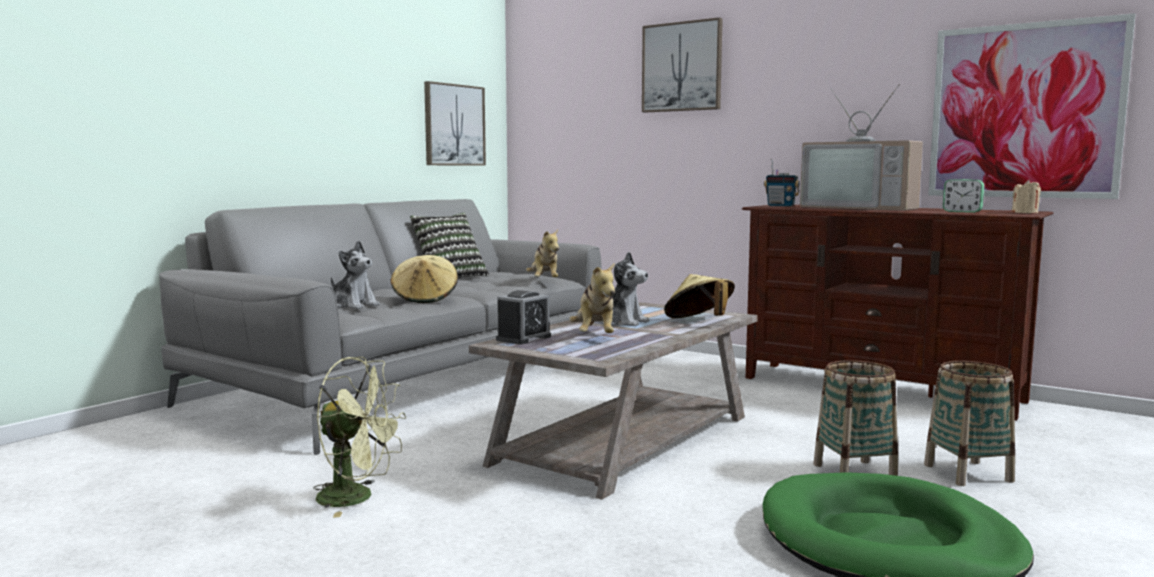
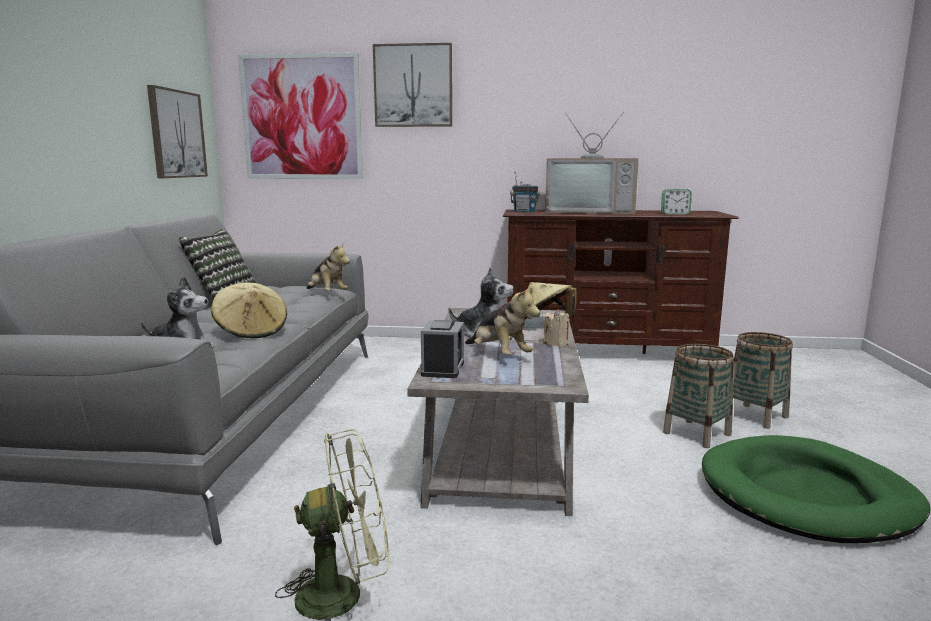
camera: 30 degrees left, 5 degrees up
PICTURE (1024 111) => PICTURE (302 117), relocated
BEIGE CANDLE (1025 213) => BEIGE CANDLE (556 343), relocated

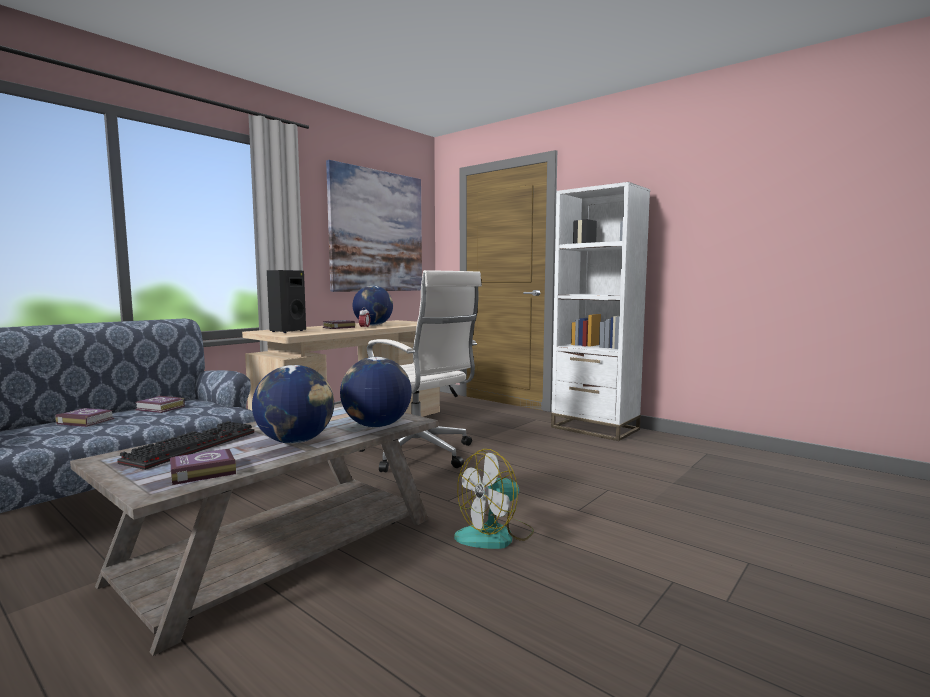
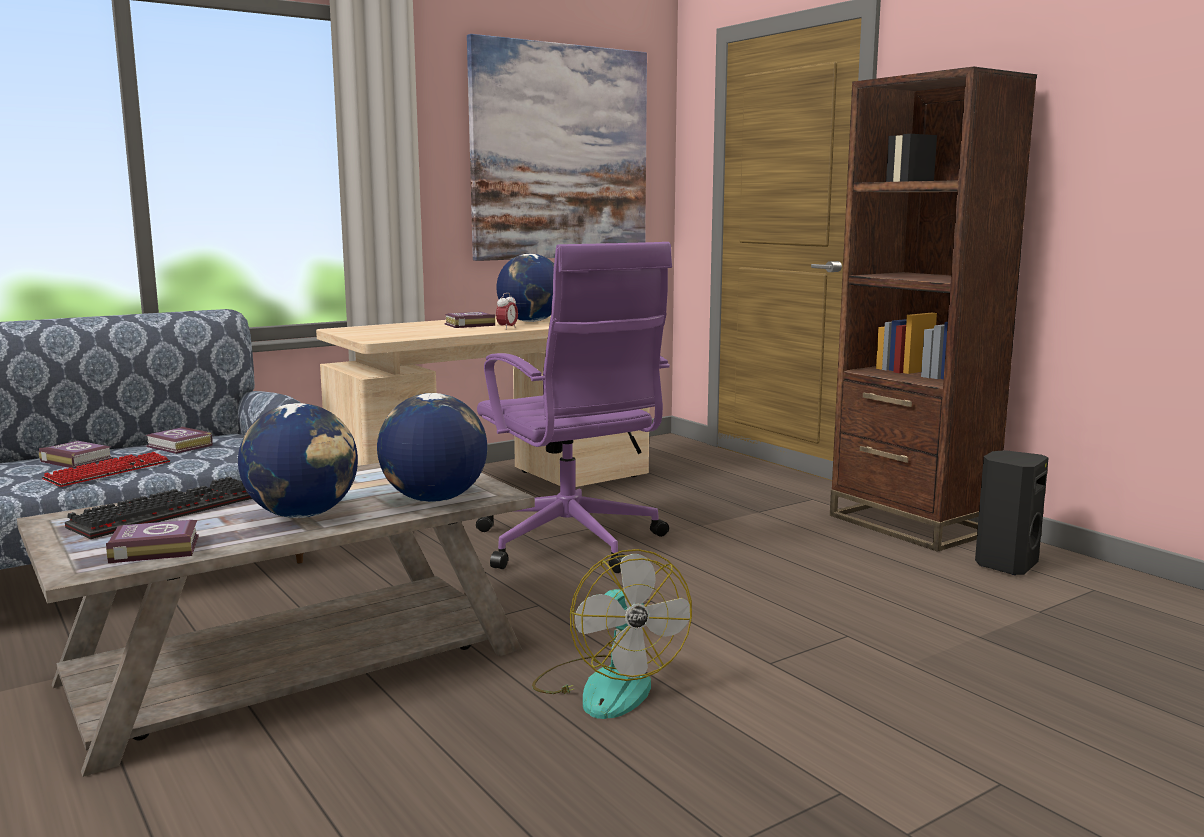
camera: 15 degrees right, 5 degrees up
nothing => KEYBOARD (108 472)
BLACK SPEAKER (286 331) => BLACK SPEAKER (1004 564), relocated
WHITE OFFICE CHAIR (419 454) => PURPLE OFFICE CHAIR (571 545)
WHITE BOOKCASE (595 428) => BROWN BOOKCASE (910 524)
FAN (495 535) => FAN (607 685), 90 degrees counterclockwise

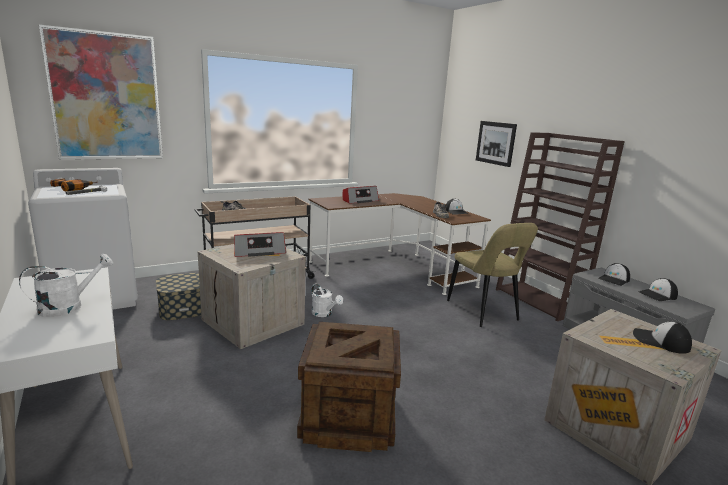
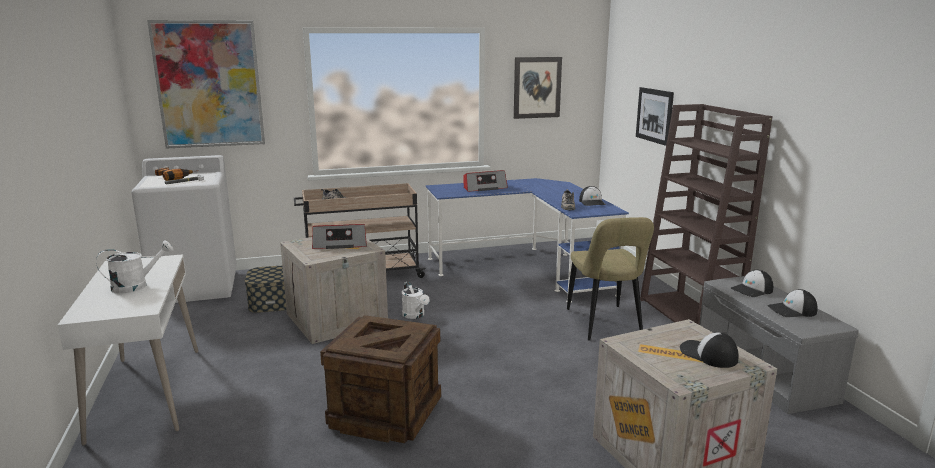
camera: 15 degrees right, 0 degrees up
nothing => PICTURE (537 87)
BROWN DESK (394 267) => BLUE DESK (526 268)

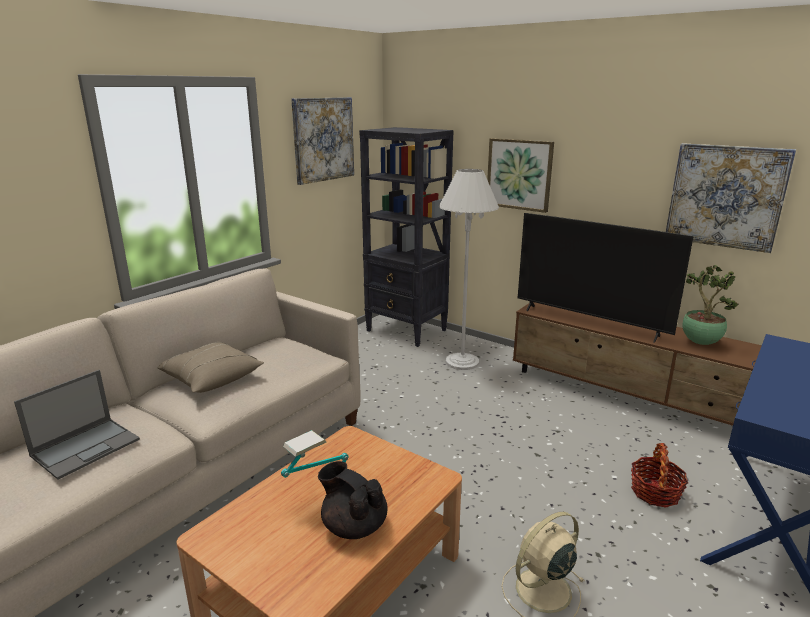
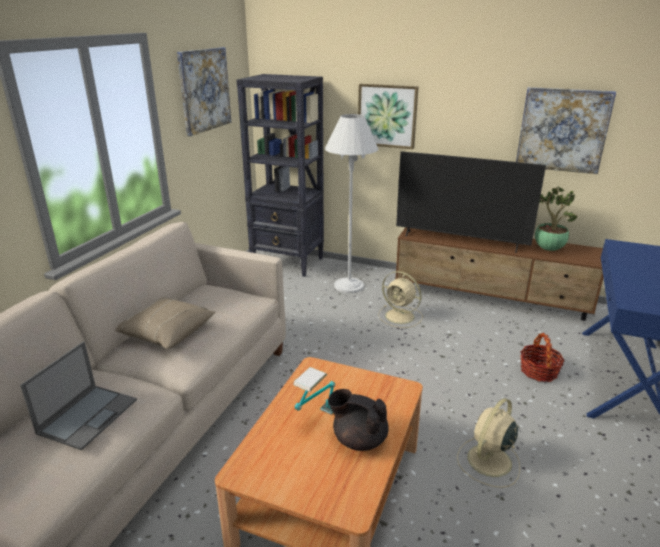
camera: 15 degrees left, 5 degrees up
nothing => BEIGE FAN (401 316)

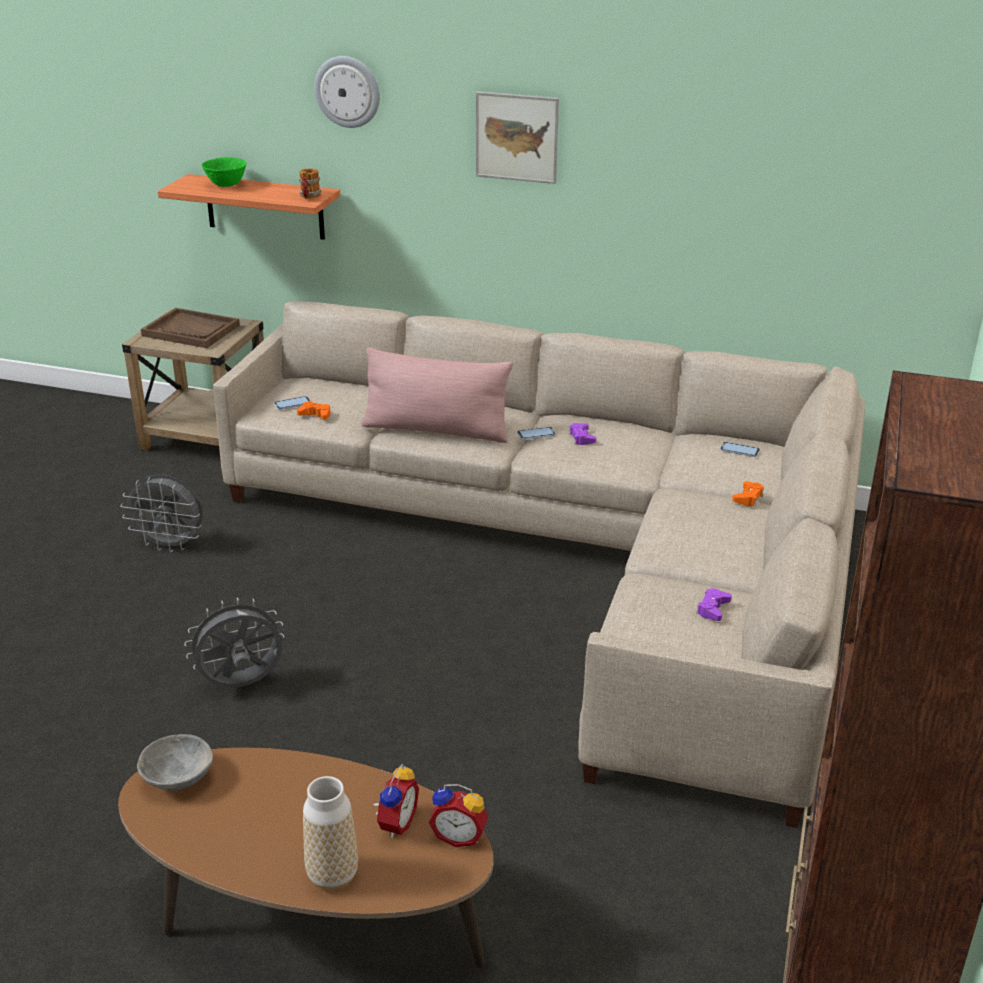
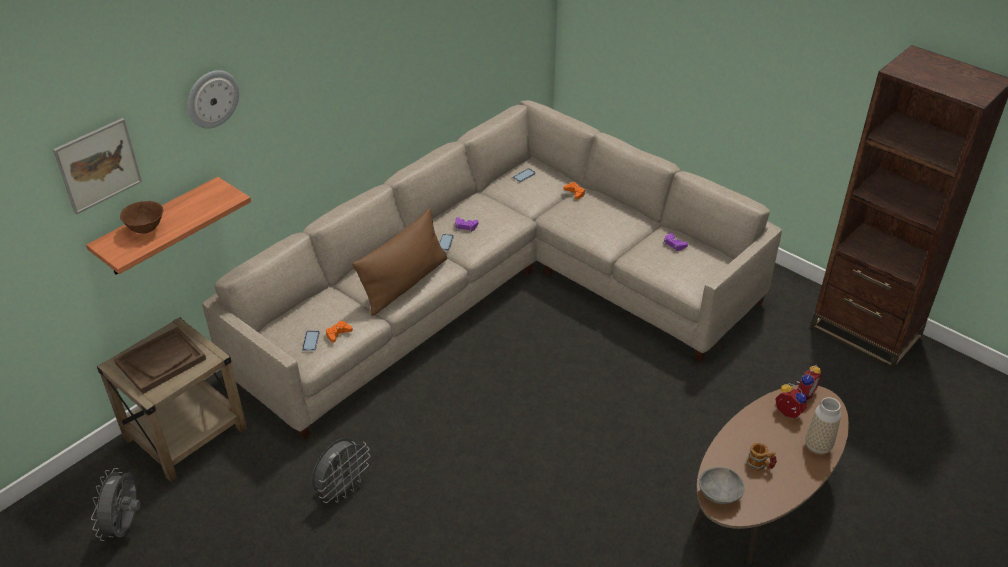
camera: 65 degrees left, 10 degrees up
GREY FAN (241 685) => GREY FAN (126 526), relocated
MUG (309 197) => MUG (760 465), relocated
PICTURE (516 137) => PICTURE (98 165), relocated
GREEN BOWL (226 185) => BROWN BOWL (146 229)
PINK PILLOW (436 430) => BROWN PILLOW (405 283)

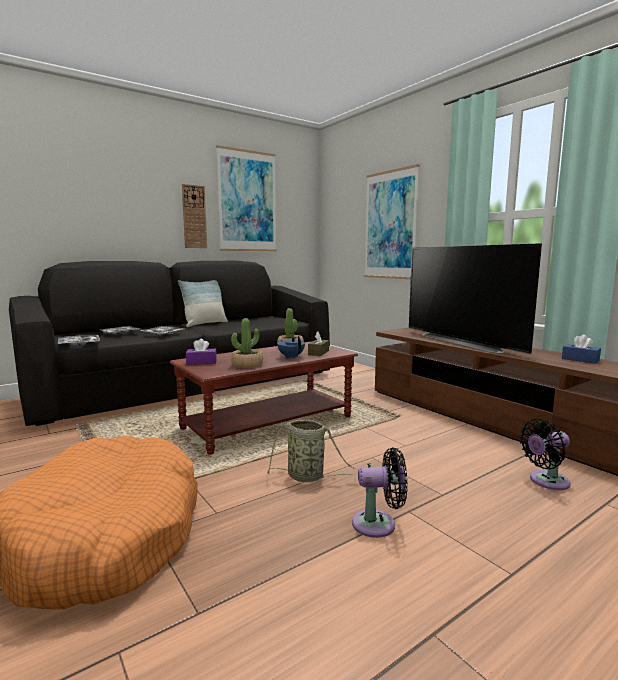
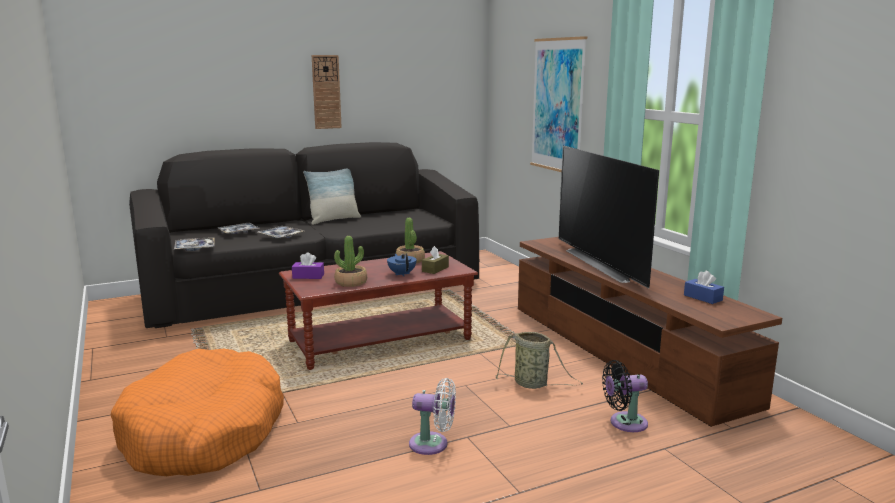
camera: 10 degrees right, 5 degrees up
PICTURE (247 201) => nothing
BASKET (308 477) => BASKET (533 384), relocated
BLACK FAN (378 524) => WHITE FAN (433 444)

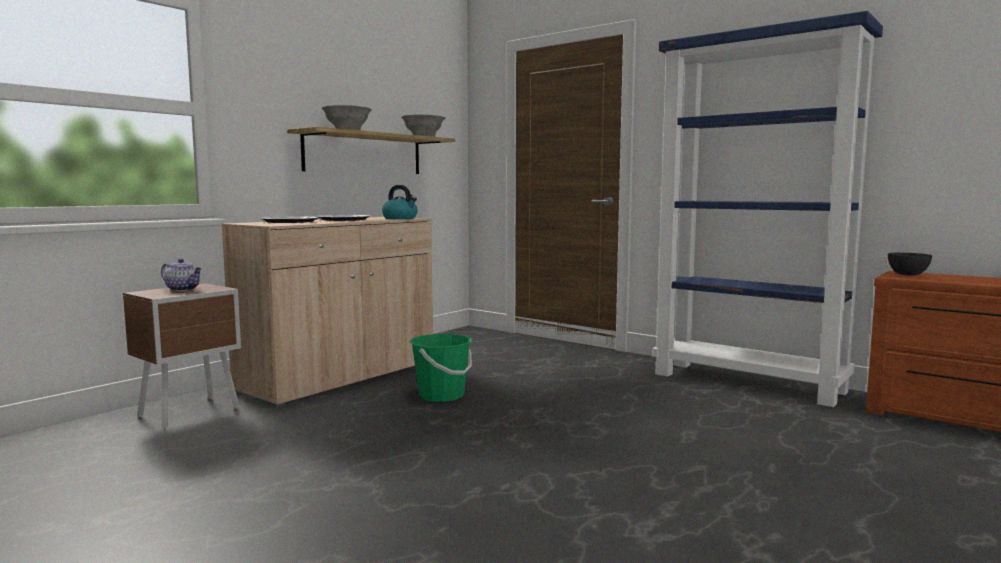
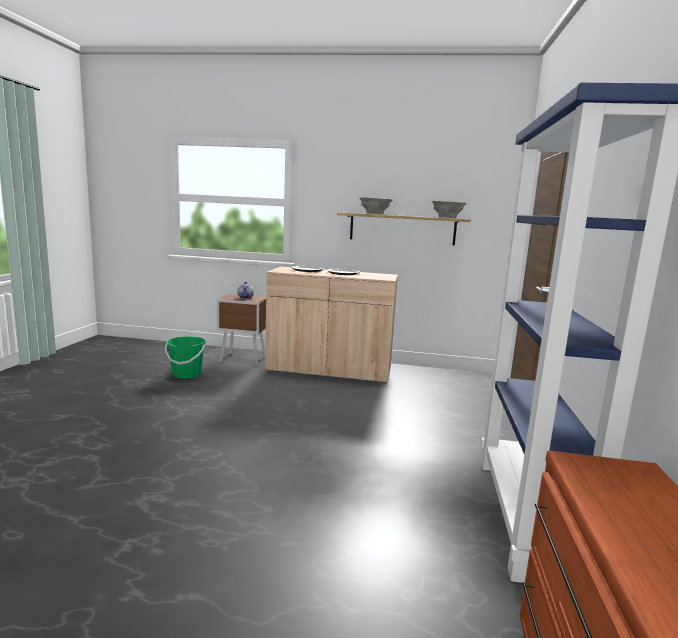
camera: 60 degrees right, 5 degrees up
KETTLE (400 218) => nothing
GREY BOWL (907 274) => nothing
GREEN BUCKET (441 396) => GREEN BUCKET (186 374), relocated

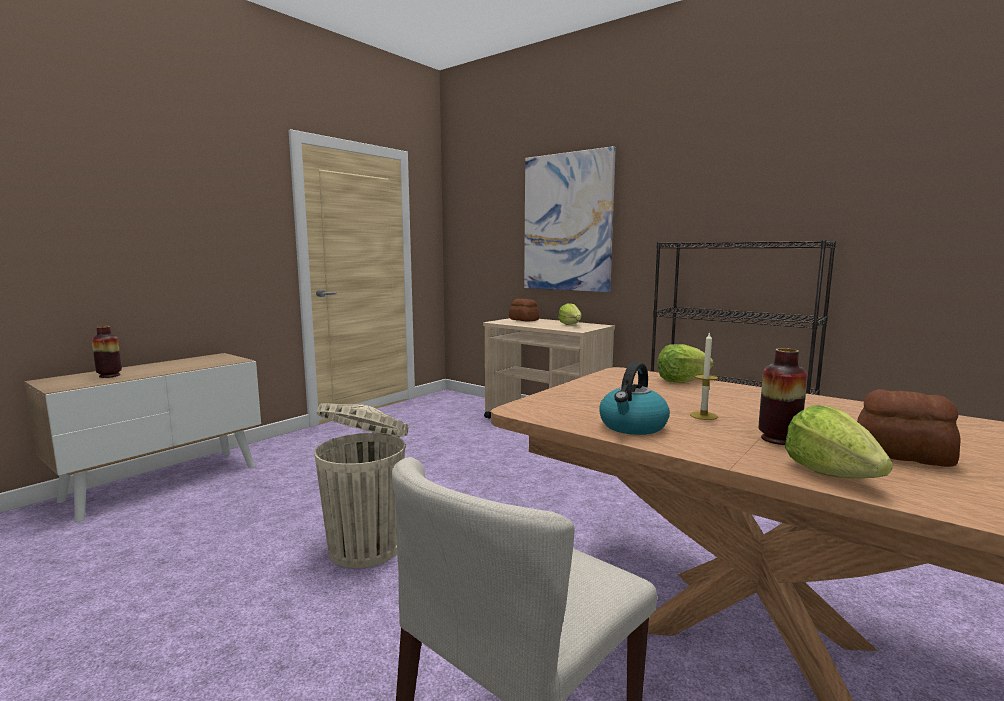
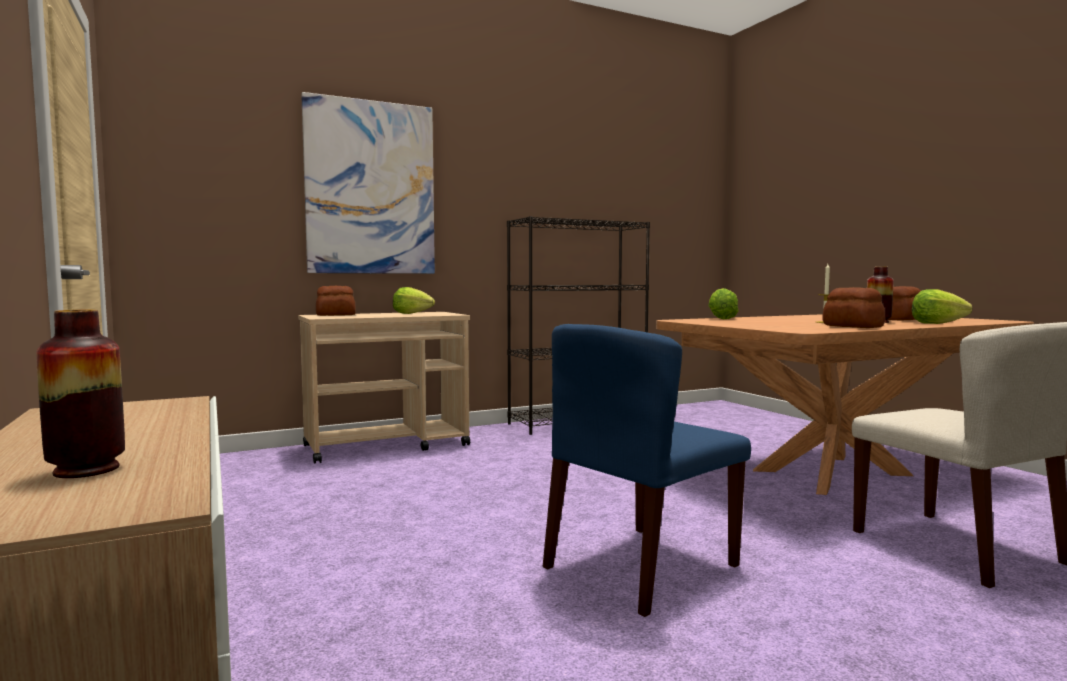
camera: 65 degrees left, 5 degrees down
BEIGE TRASH CAN (367 546) => BLUE CHAIR (641 567)
KETTLE (633 426) => BREAD (852 326)

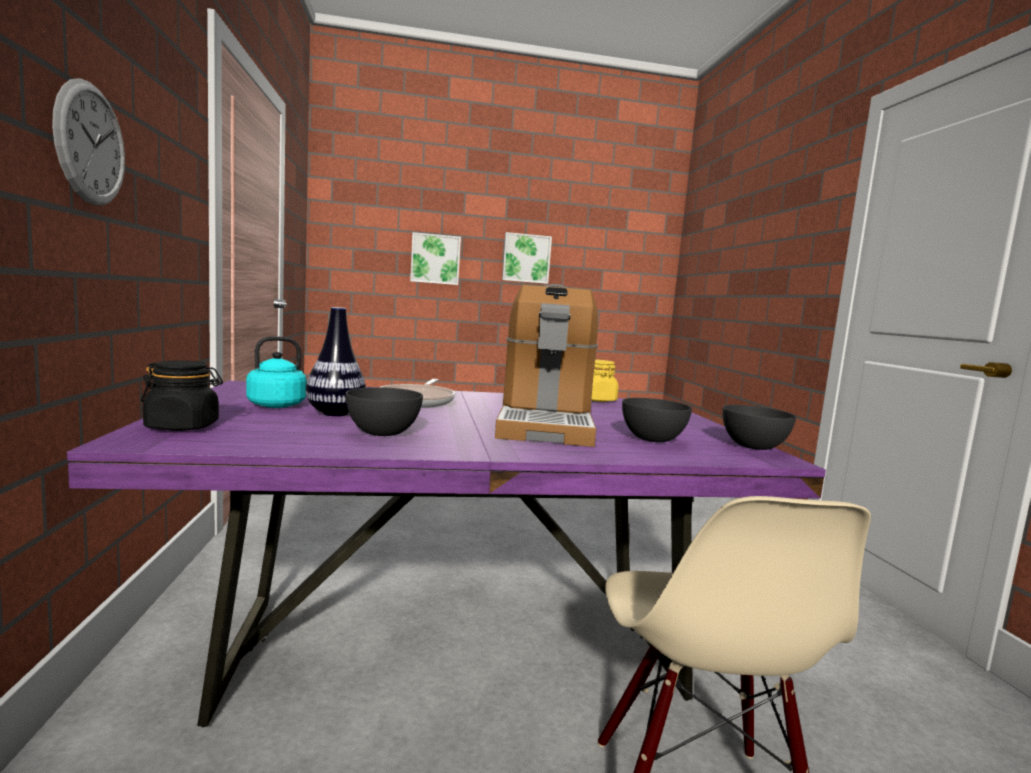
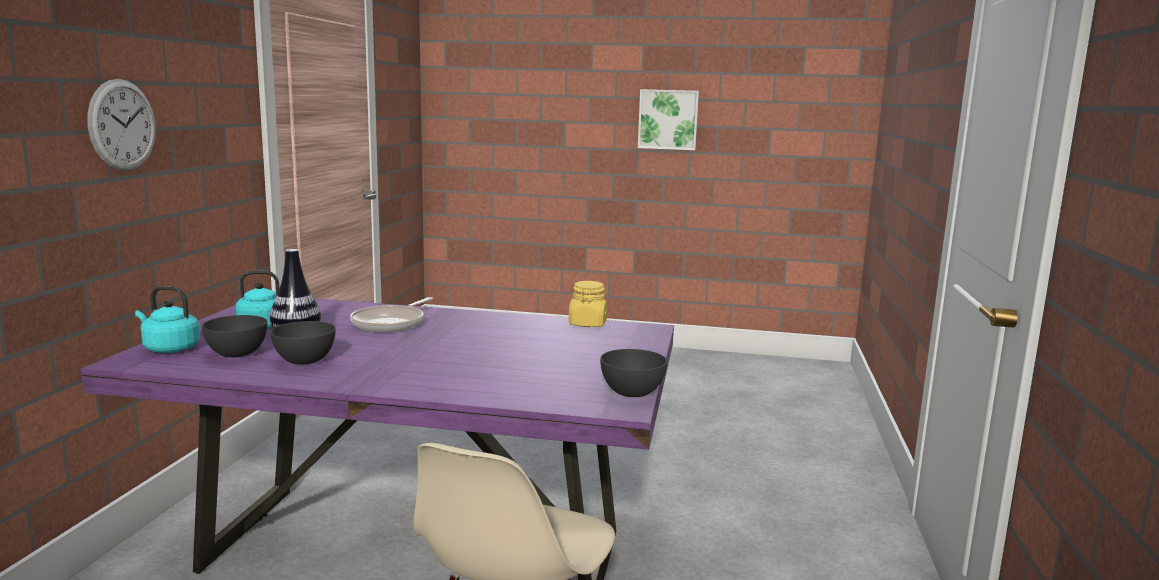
camera: 20 degrees right, 5 degrees up
PICTURE (435 259) => nothing
COFFEE MACHINE (545 423) => nothing
GREY BOWL (653 439) => GREY BOWL (237 354), relocated
BLACK JAR (183 426) => TURQUOISE KETTLE (169 349)

